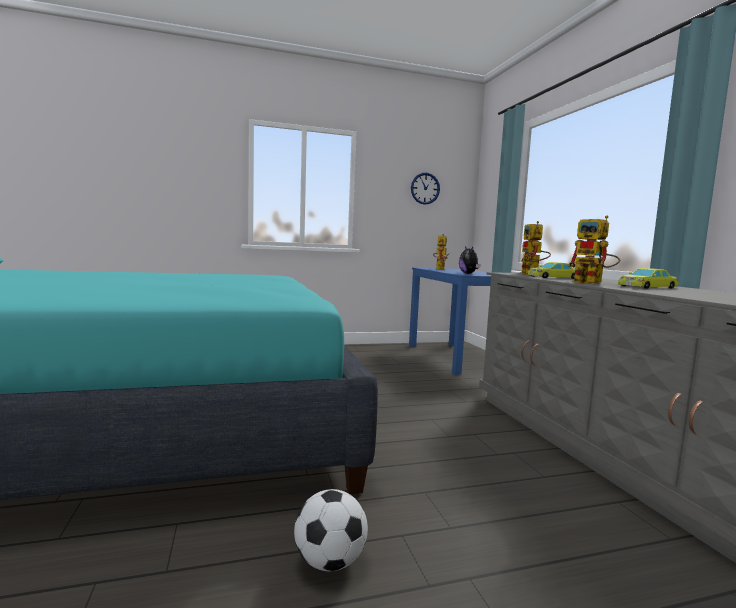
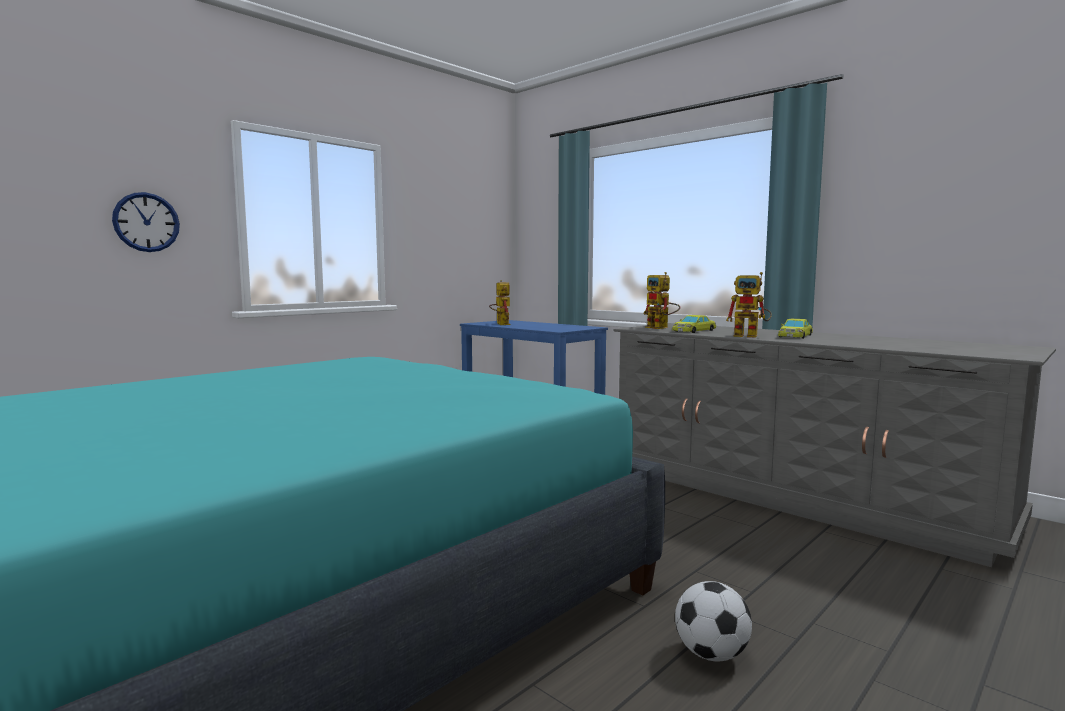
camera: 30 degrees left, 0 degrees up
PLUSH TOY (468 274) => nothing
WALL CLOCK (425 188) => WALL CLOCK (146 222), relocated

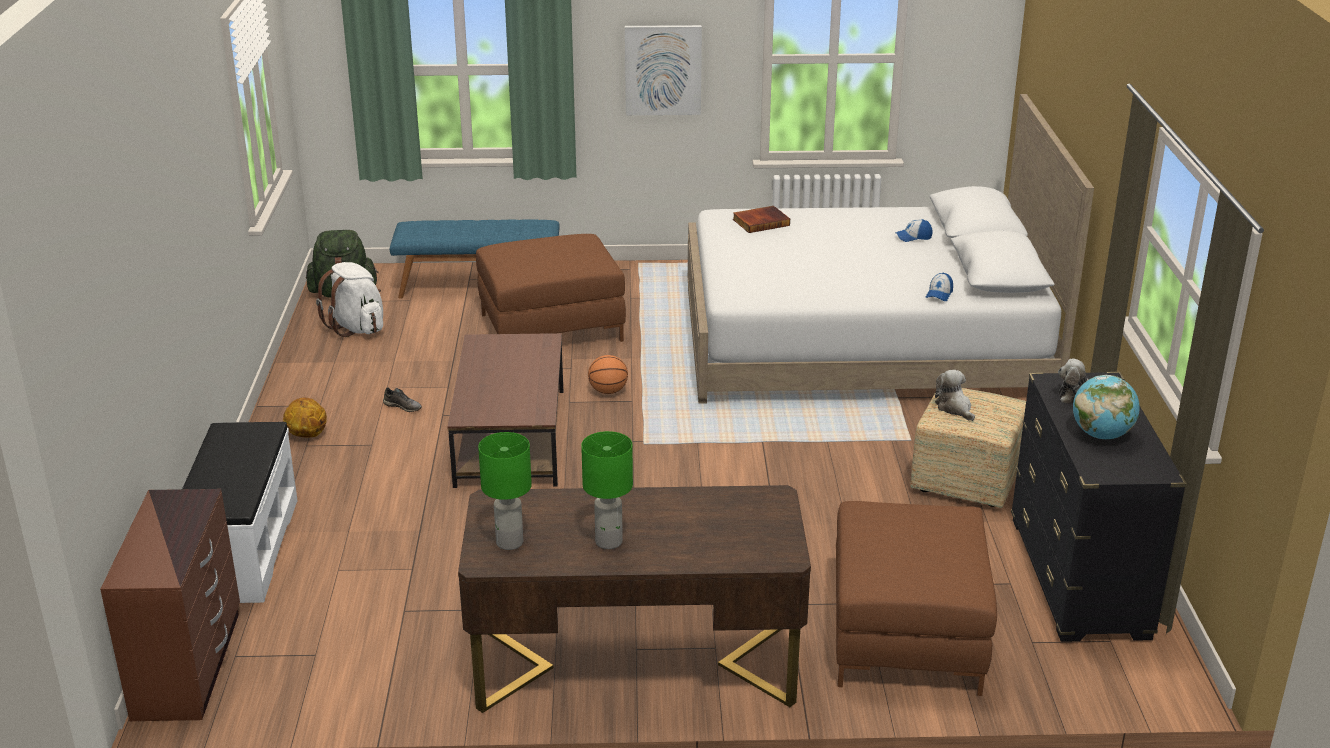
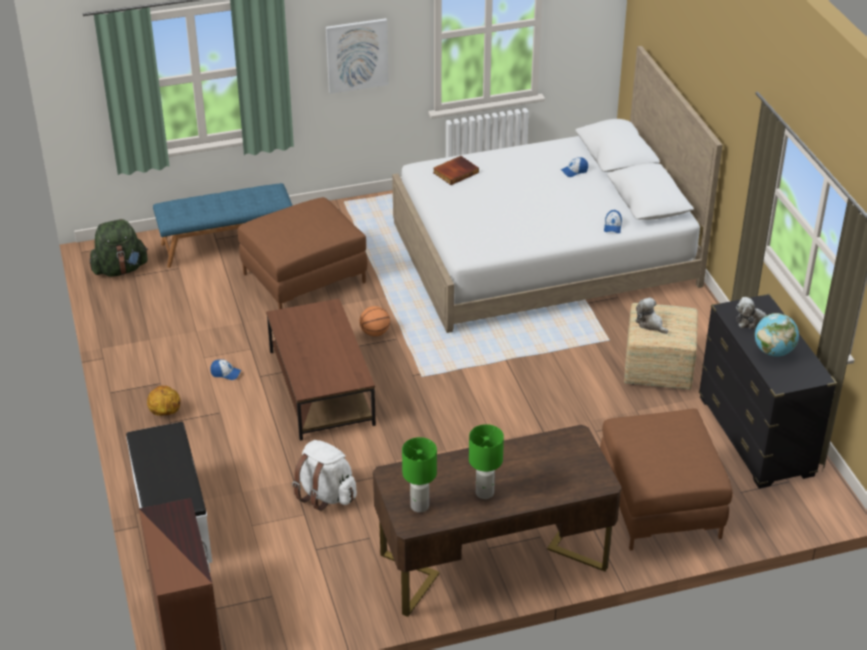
camera: 15 degrees left, 10 degrees up
WHITE BACKPACK (357 328) => WHITE BACKPACK (325 494), relocated
GREY SHOE (403 406) => CAP (225 373)

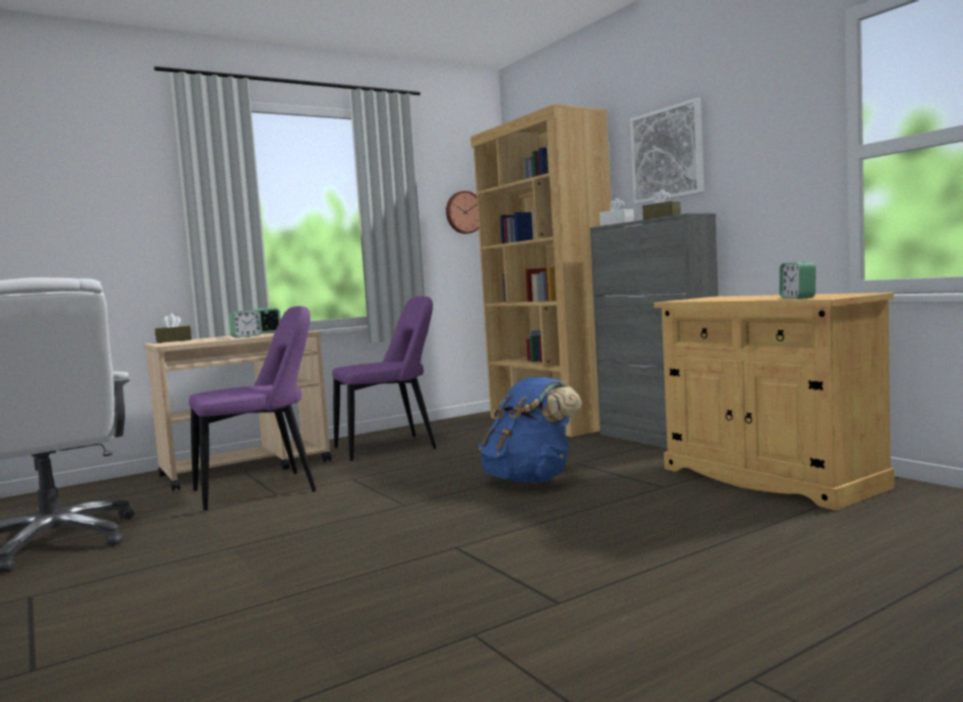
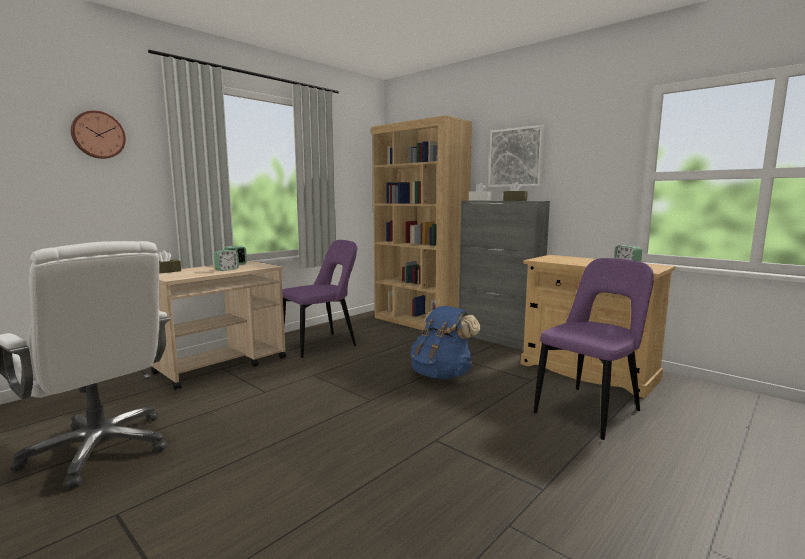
camera: 15 degrees left, 5 degrees up
PURPLE CHAIR (261 490) => PURPLE CHAIR (590 410), relocated
WALL CLOCK (464 212) => WALL CLOCK (98 135), relocated

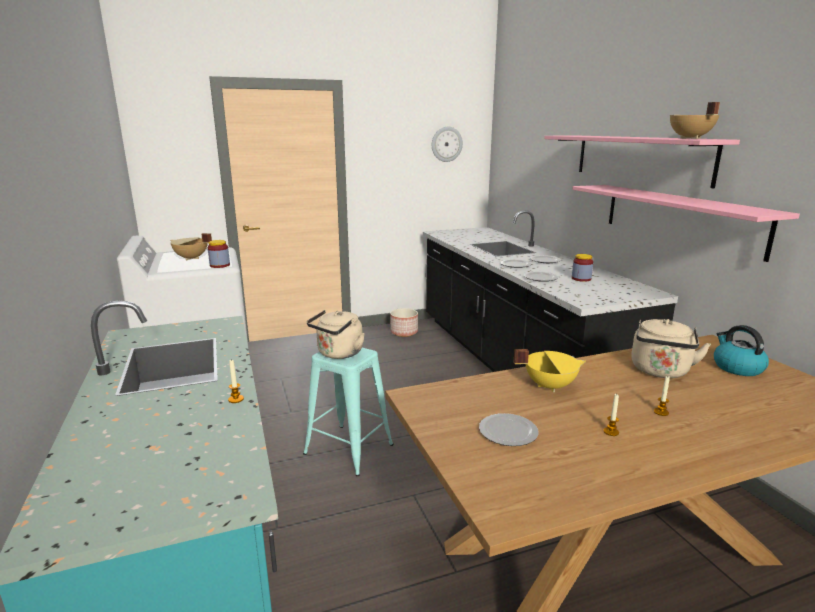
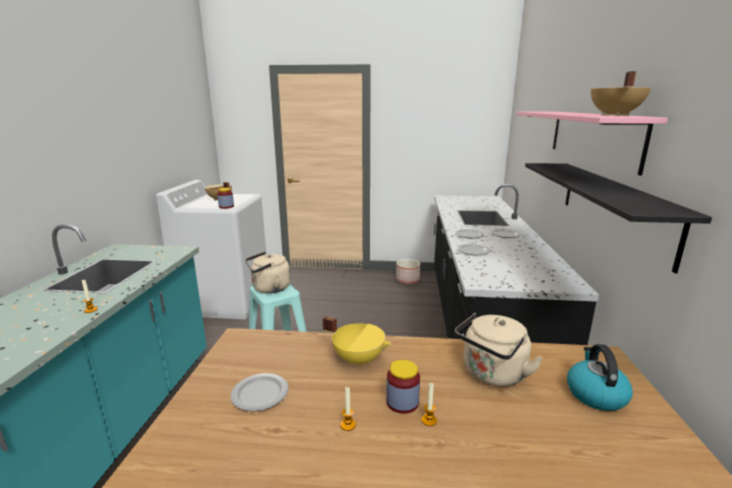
camera: 25 degrees right, 0 degrees up
WALL CLOCK (446 144) => nothing
JAR (581 279) => JAR (402 402), relocated
PINK SHELF (679 218) => BLACK SHELF (612 206)

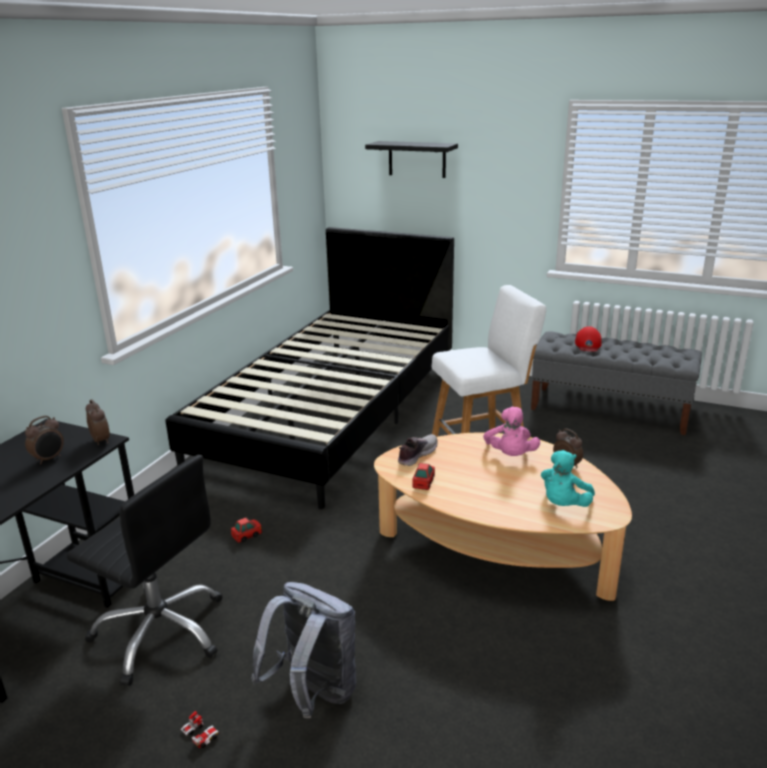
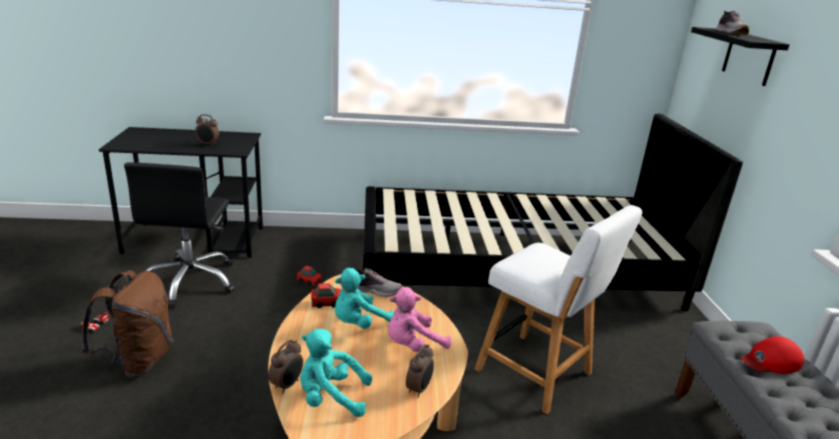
camera: 60 degrees right, 0 degrees up
nothing => TURQUOISE PLUSH TOY (359 323)
nothing => SHOE (731 33)
ALARM CLOCK (101 440) => ALARM CLOCK (287 385), relocated
GREY BACKPACK (313 693) => BROWN BACKPACK (138 361)

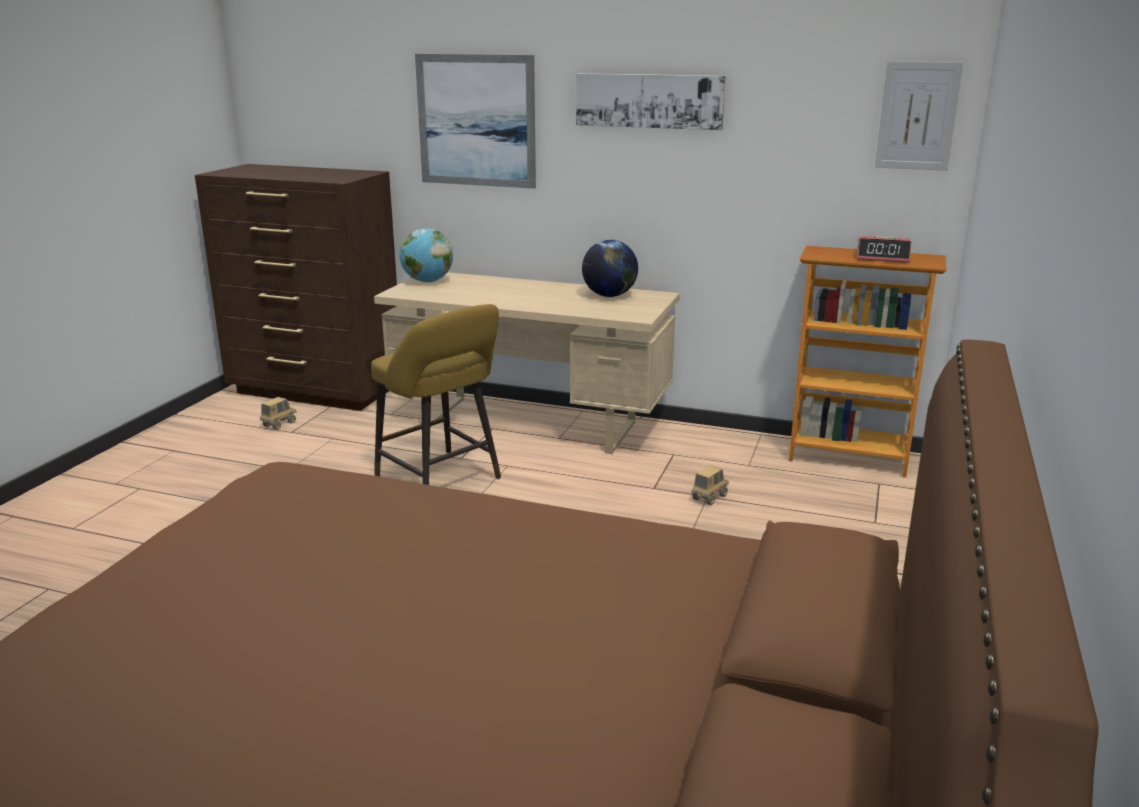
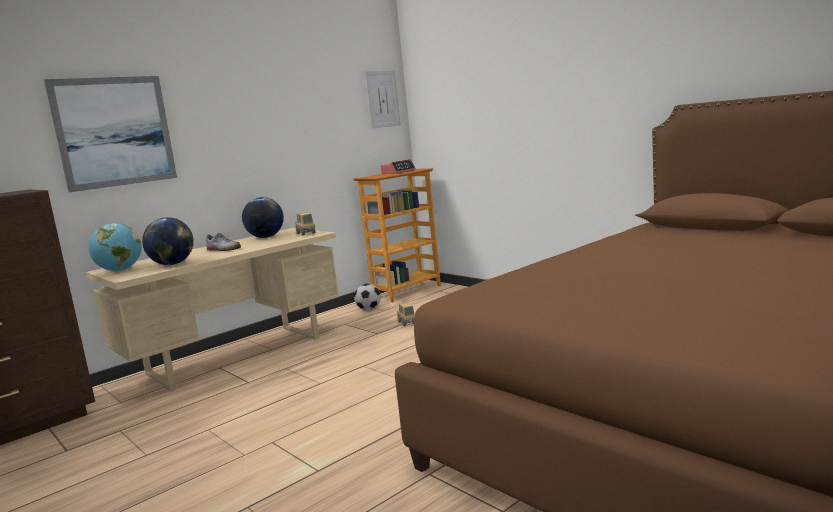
camera: 60 degrees left, 10 degrees down
YELLOW STOOL (442 480) => nothing
PICTURE (649 101) => nothing
nothing => GLOBE (172 264)
nothing => SHOE (223 249)
nothing => FOOTBALL (369 309)
TOY TRUCK (279 424) => TOY TRUCK (306 233), relocated

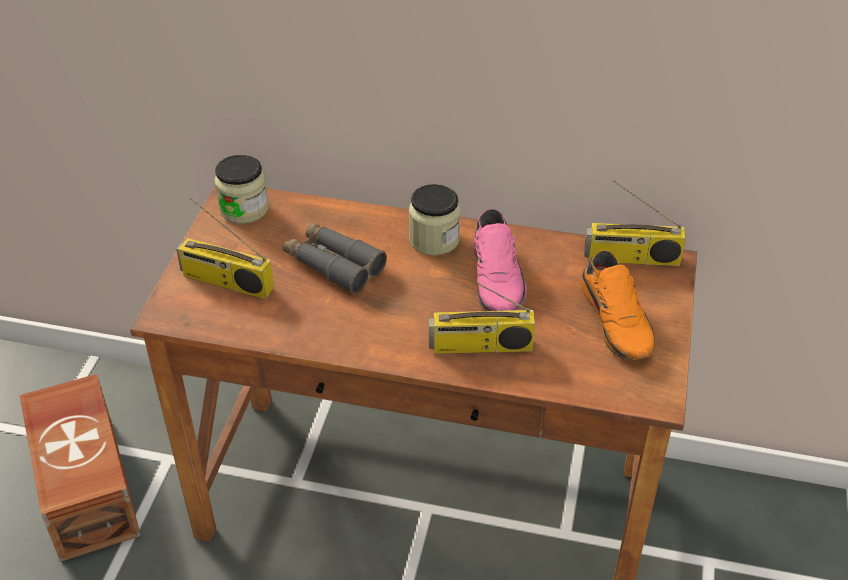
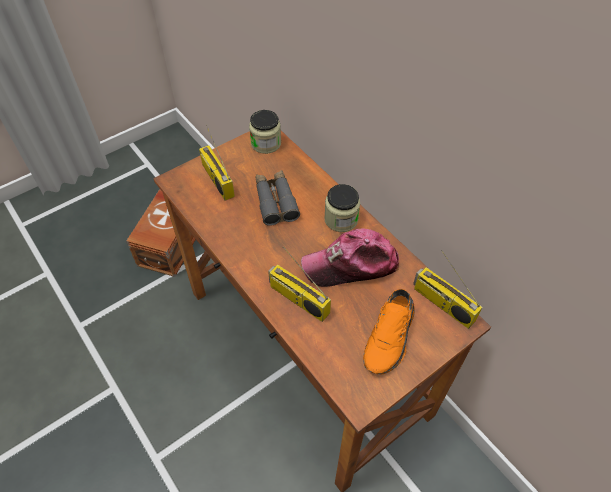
camera: 40 degrees right, 10 degrees up
PINK SHOE (498 278) => CAP (351 265)

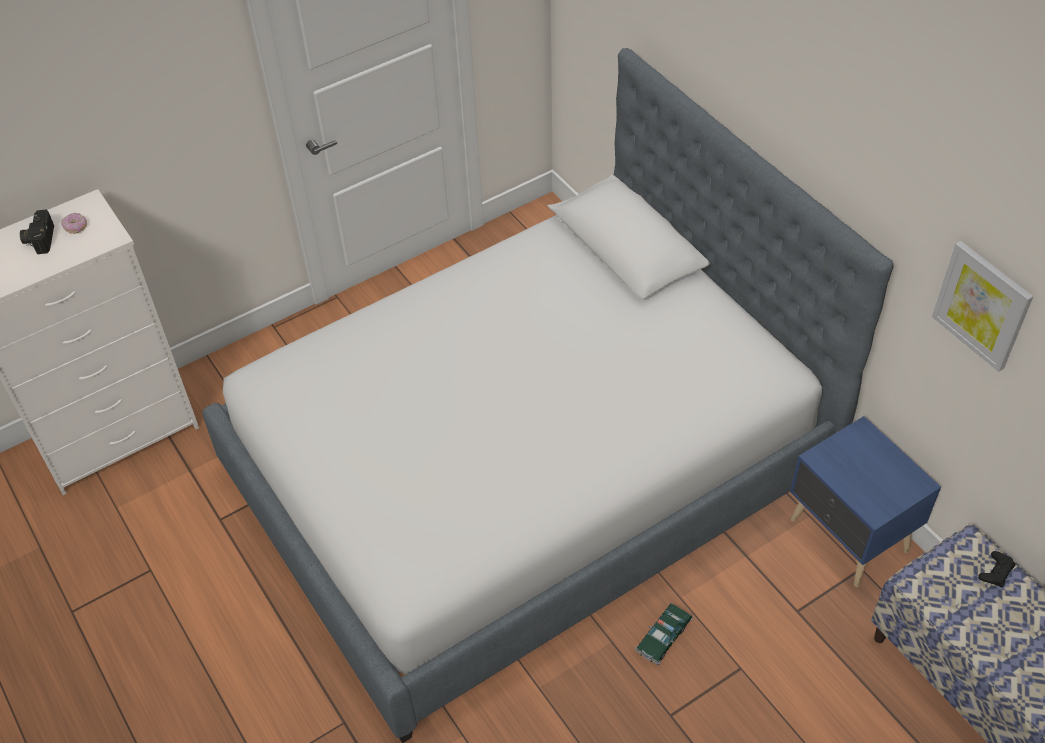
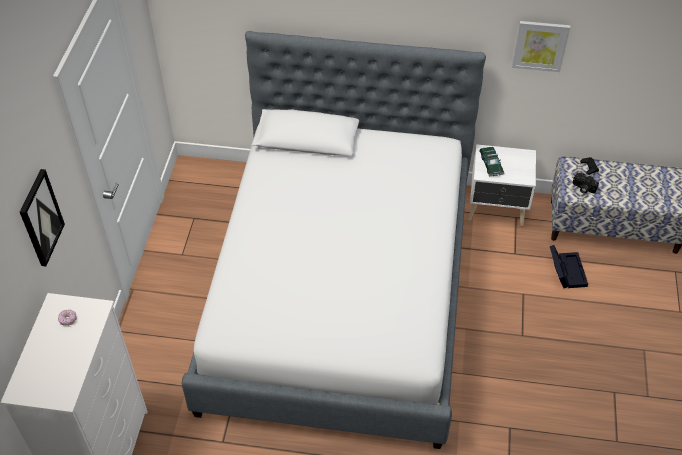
camera: 50 degrees left, 0 degrees up
nothing => PICTURE (40 218)
nothing => BLACK STORAGE BOX (565 270)
PHOTO CAMERA (39 239) => PHOTO CAMERA (583 188), relocated
TOY CAR (663 637) => TOY CAR (491 164), relocated
BLUE NIGHTSTAND (848 538) => WHITE NIGHTSTAND (497 209)

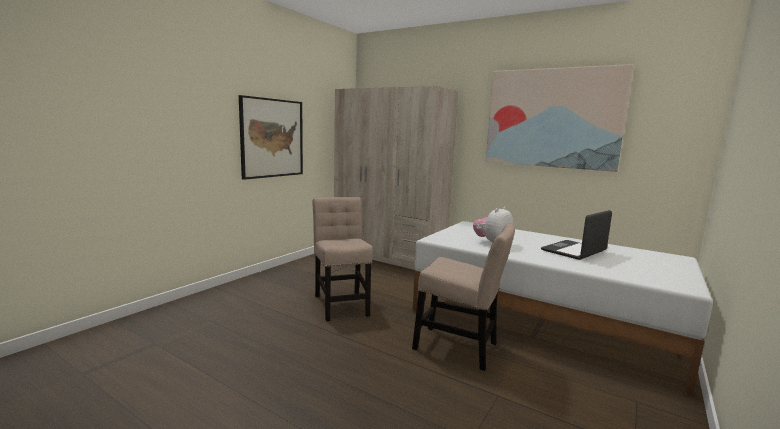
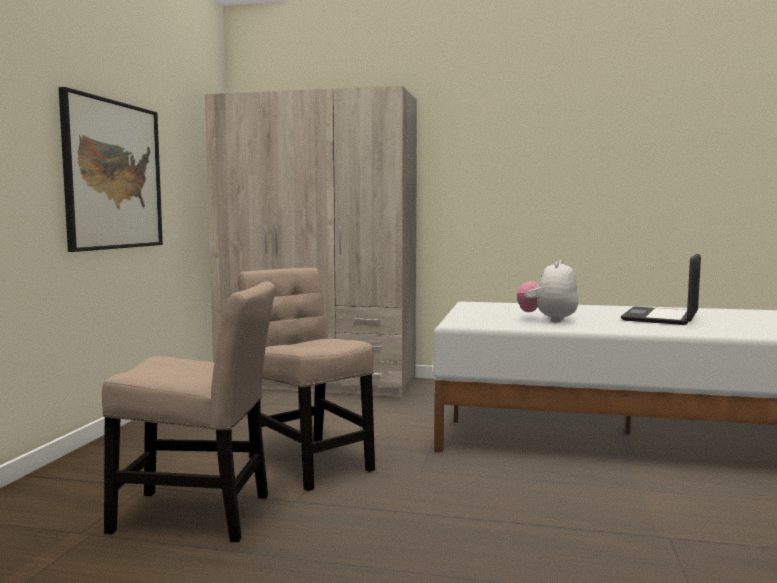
camera: 20 degrees left, 5 degrees down
PICTURE (552 118) => nothing
BEIGE CHAIR (459 348) => BEIGE CHAIR (199 515), relocated

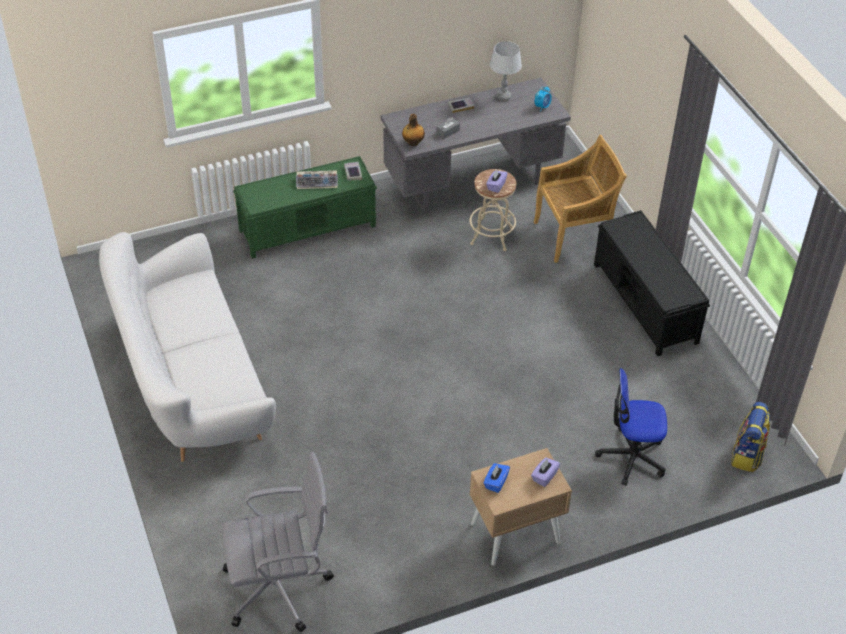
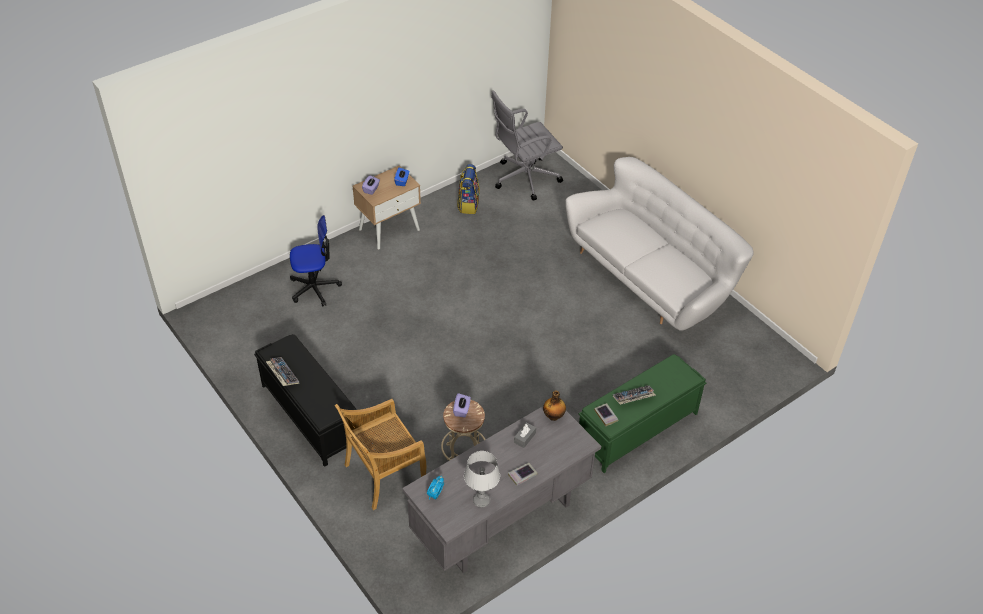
camera: 165 degrees right, 0 degrees up
nothing => KEYBOARD (282 374)
BACKPACK (747 455) => BACKPACK (468 204), relocated

